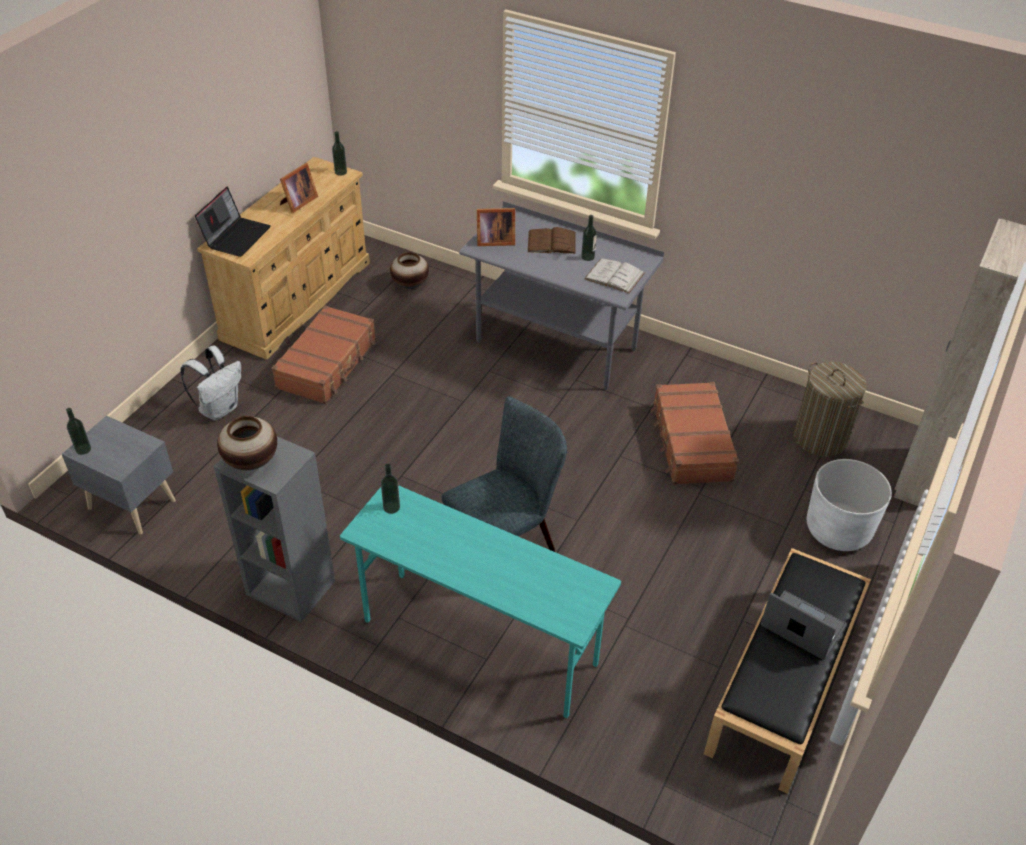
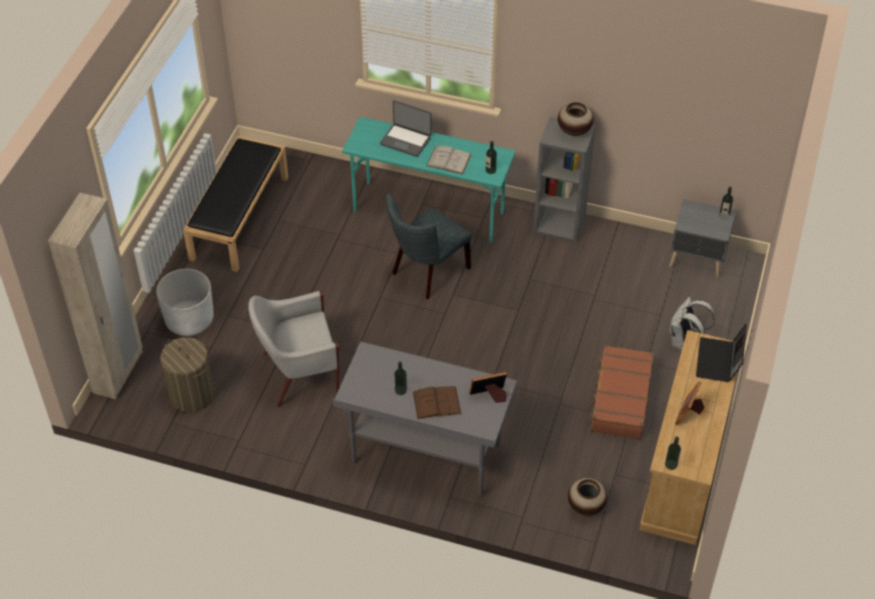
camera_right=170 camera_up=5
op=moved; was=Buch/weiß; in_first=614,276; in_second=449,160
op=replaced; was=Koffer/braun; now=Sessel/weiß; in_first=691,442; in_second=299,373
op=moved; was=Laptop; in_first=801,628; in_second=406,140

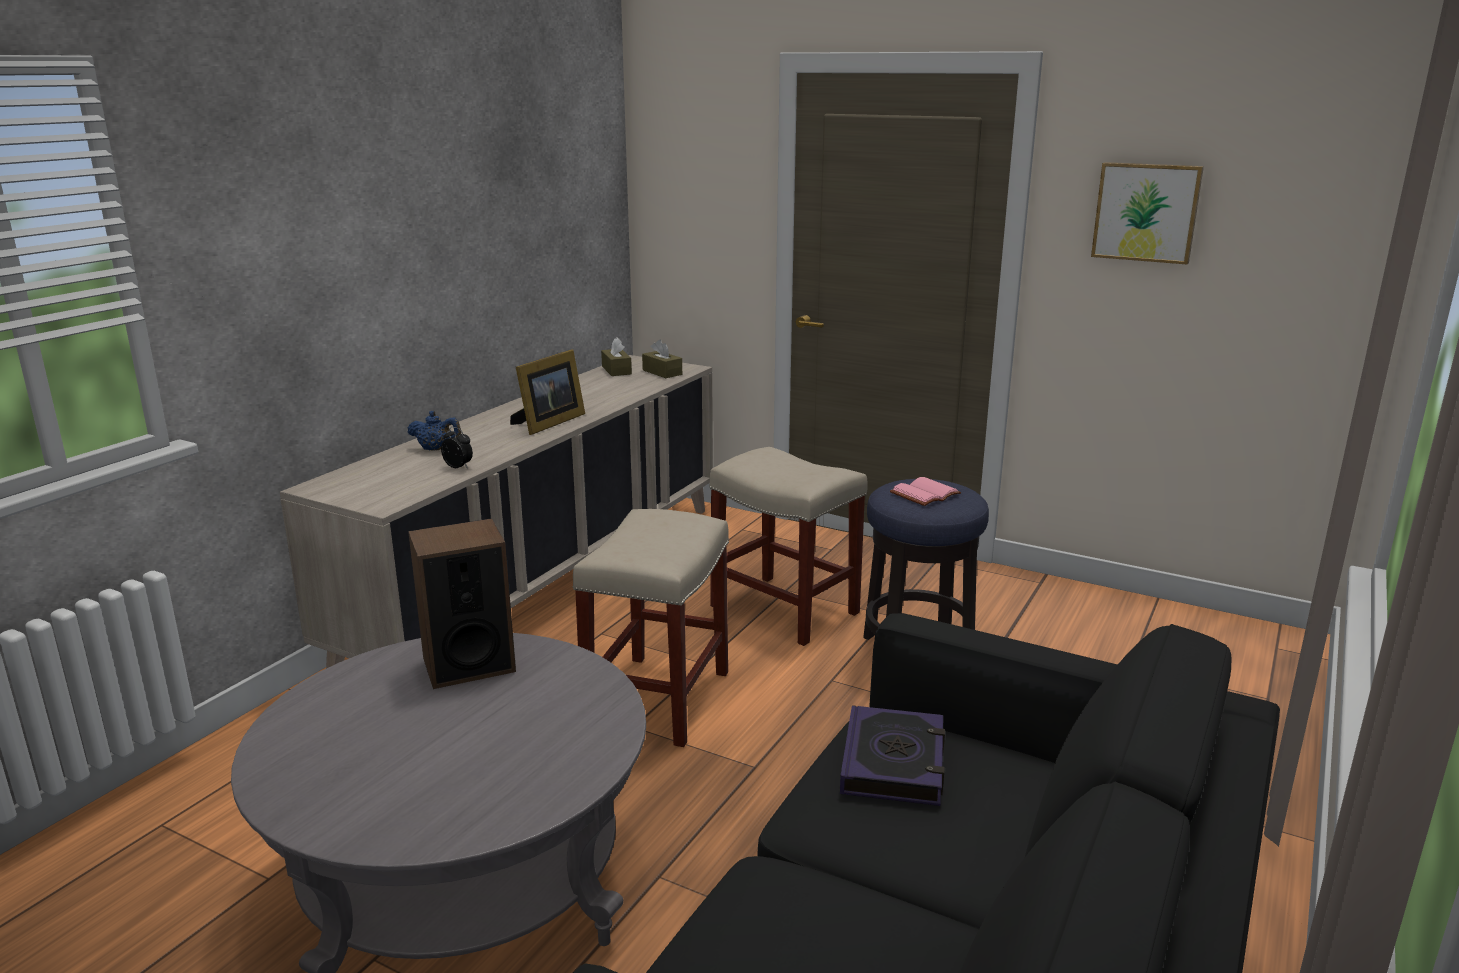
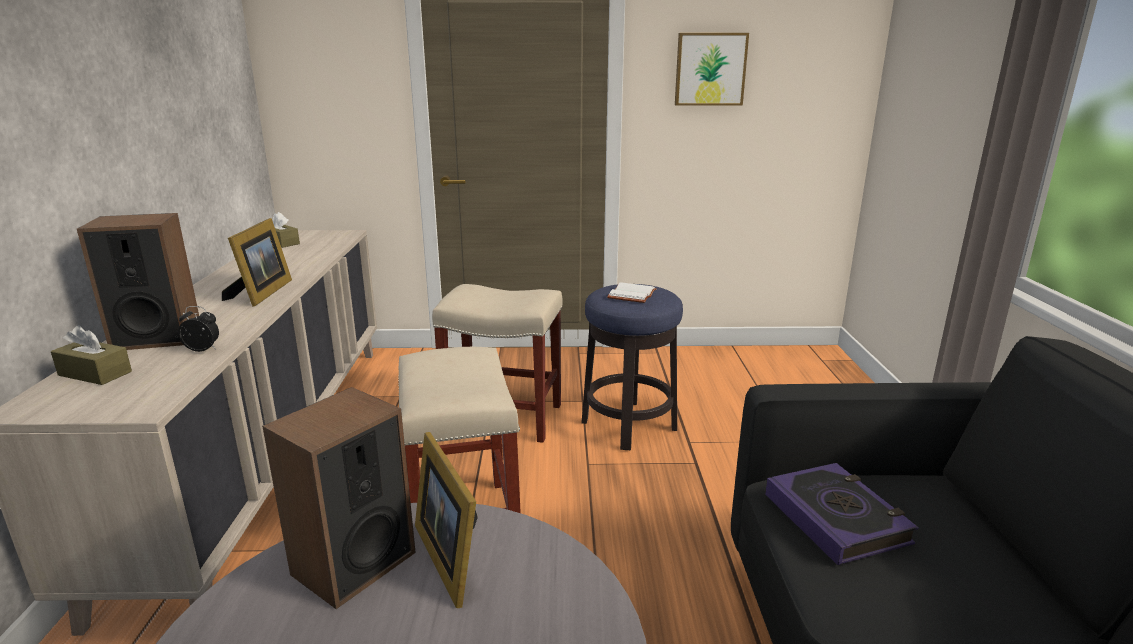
camera_right=-30 camera_up=0
op=moved; was=Taschentuchbox/braun; in_first=662,372; in_second=95,373
op=replaced; was=Teekanne/blau; now=Lautsprecher; in_first=436,449; in_second=157,337
op=recoloured; was=Buch/rosa; now=Buch/weiß; in_first=925,495; in_second=633,295
op=added; now=Bilderrahmen; in_second=452,555

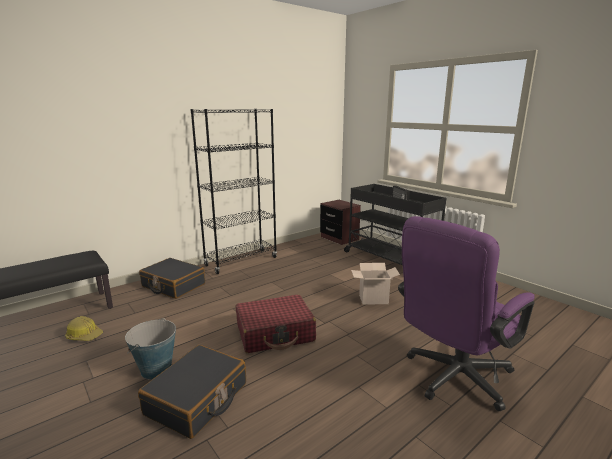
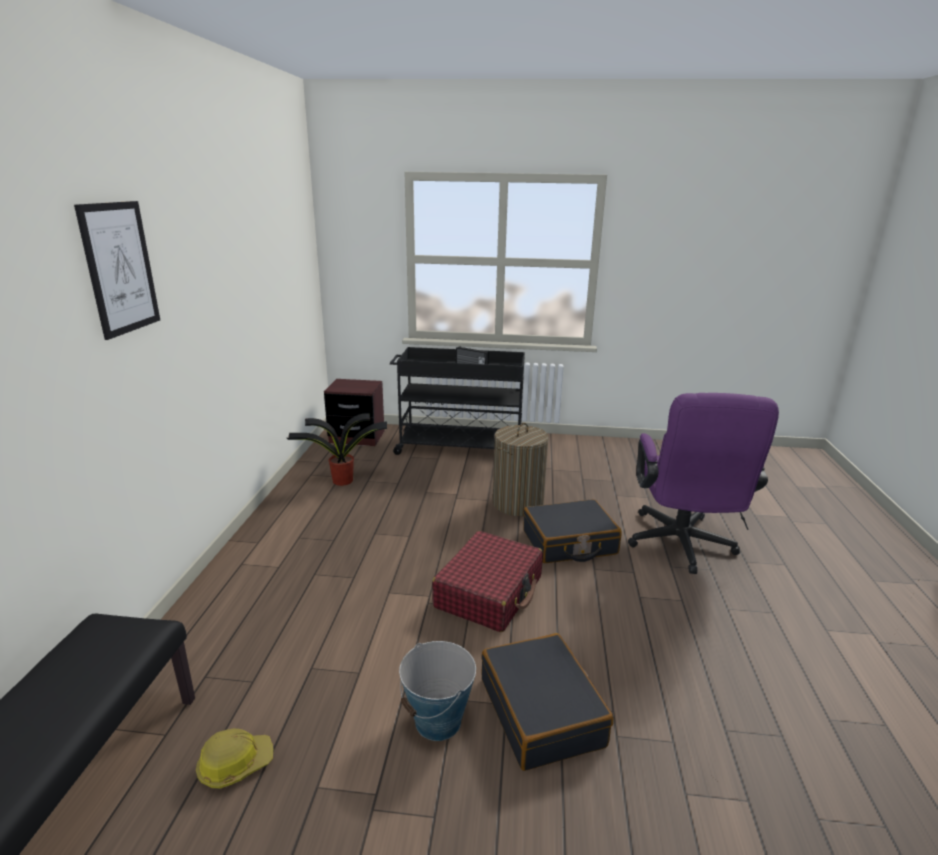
camera_right=-45 camera_up=5
op=removed; was=Bücherregal/schwarz; in_first=241,261
op=moved; was=Koffer/schwarz; in_first=173,285; in_second=569,543
op=replaced; was=Karton; now=Wäschekorb; in_first=372,300; in_second=517,503
op=added; now=Bild; in_second=120,268
op=added; now=Topfpflanze; in_second=341,481

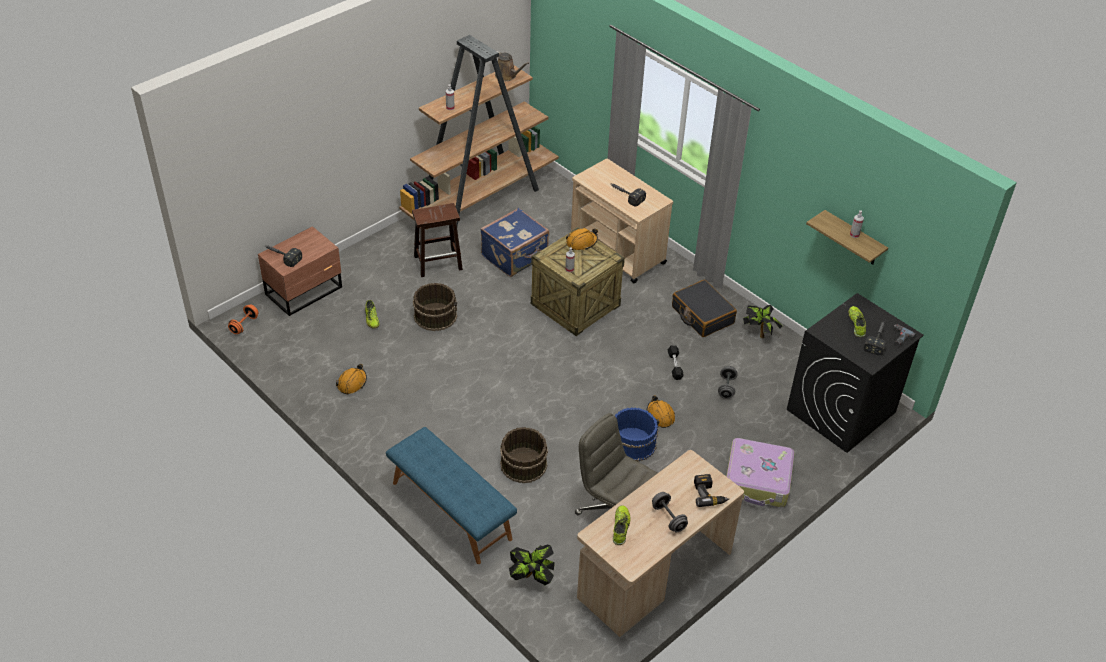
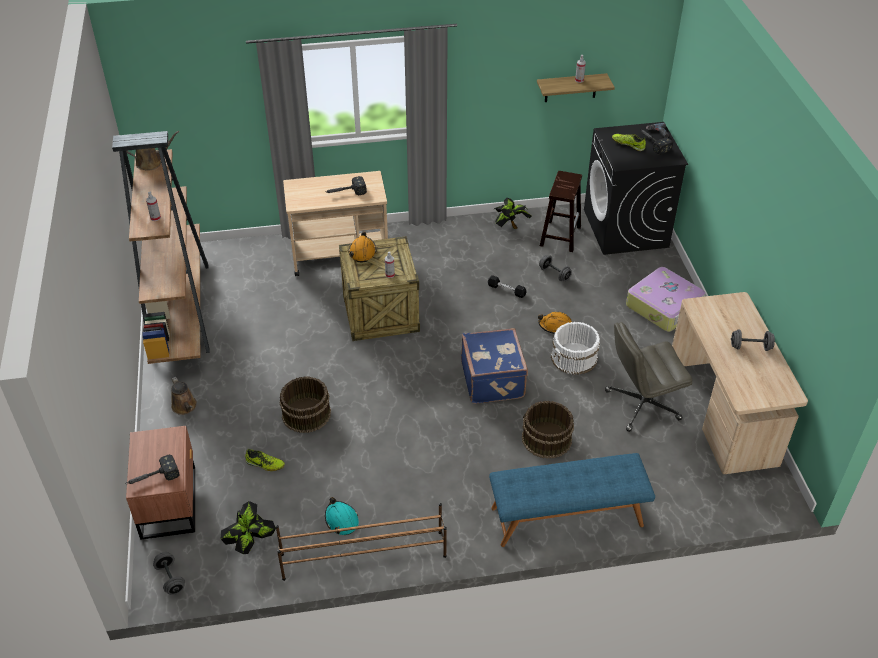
camera_right=-55 camera_up=0
op=moved; was=Hocker/braun; in_first=438,262; in_second=560,235
op=moved; was=Koffer/blau; in_first=515,257; in_second=493,380
op=removed; was=Koffer/schwarz; in_first=702,315
op=recoloured; was=Hantel/orange; now=Hantel/grau; in_first=244,325; in_second=170,579
op=recoloured; was=Schutzhelm/orange; now=Schutzhelm/türkis; in_first=352,383; in_second=341,520
op=recoloured; was=Eimer/blau; now=Eimer/weiß; in_first=632,444; in_second=574,358
op=removed; was=Bohrmaschine; in_first=709,494
op=removed; was=Schuh; in_first=621,527
op=moved; was=Topfpflanze; in_first=532,577; in_second=251,543
op=added; now=Gießkanne/braun; in_second=185,407
op=added; now=Schuhregal/braun; in_second=362,555

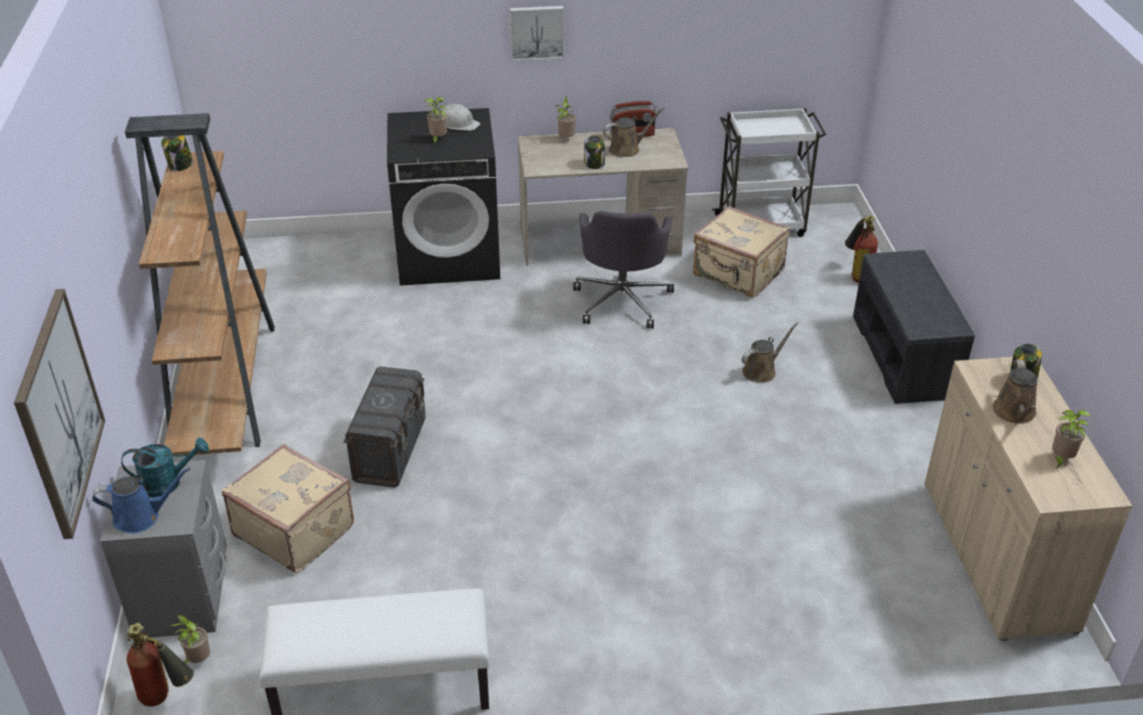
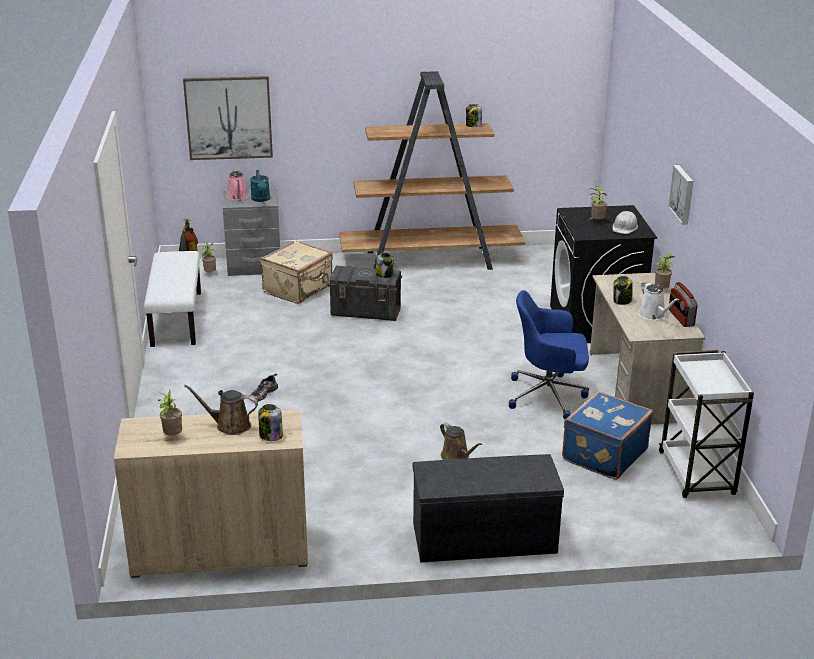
camera_right=90 camera_up=-10
op=recoloured; was=Gießkanne/braun; now=Gießkanne/weiß; in_first=627,149; in_second=653,315
op=recoloured; was=Koffer/beige; now=Koffer/blau; in_first=738,274; in_second=603,455
op=recoloured; was=Bürostuhl/grau; now=Bürostuhl/blau; in_first=622,300; in_second=549,395
op=removed; was=Feuerlöscher; in_first=857,274
op=recoloured; was=Gießkanne/blau; now=Gießkanne/rosa; in_first=141,516; in_second=238,196
op=added; now=Vorratsglas; in_second=384,275
op=added; now=Schuh; in_second=263,393

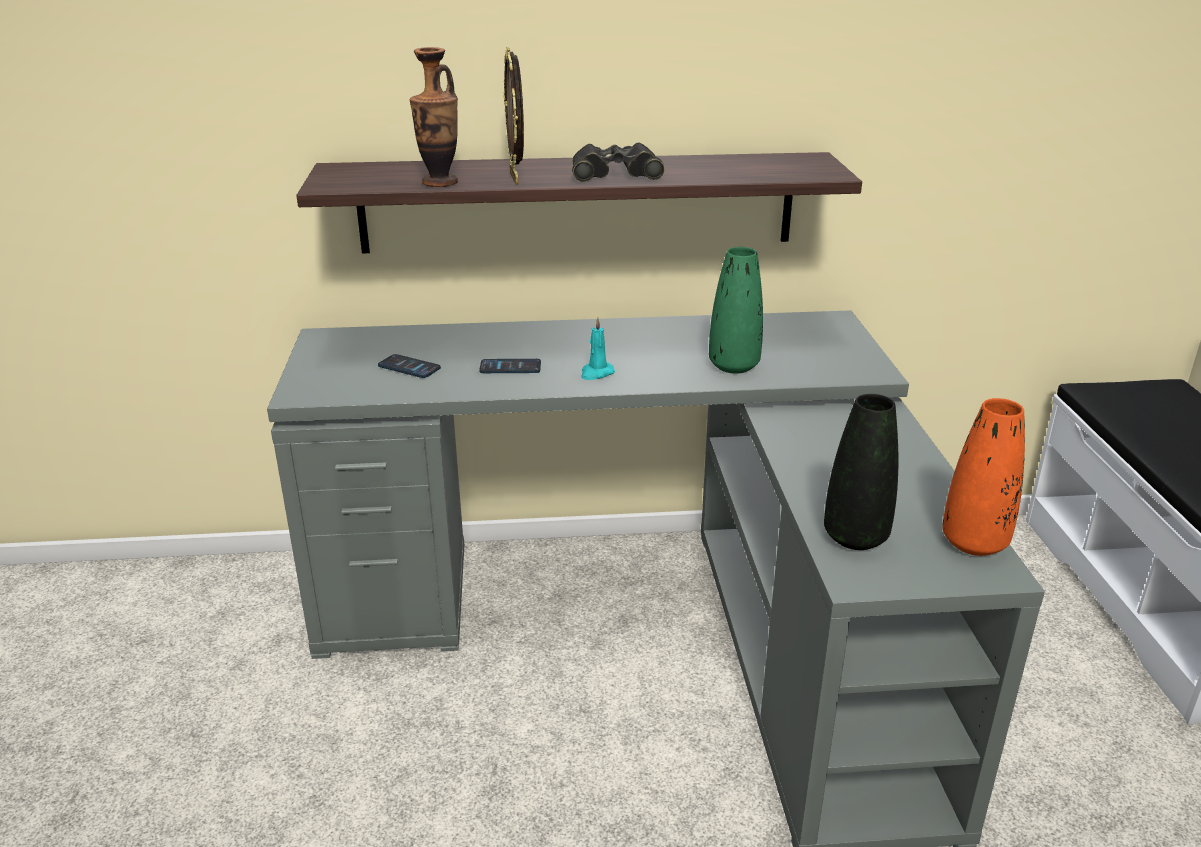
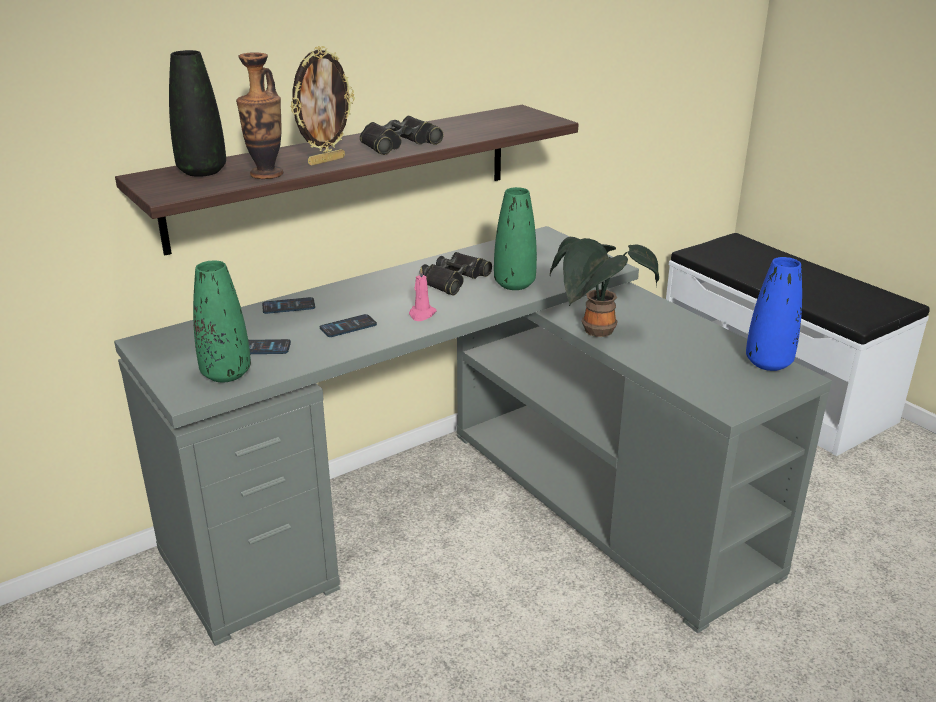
camera_right=-30 camera_up=0
op=turned; was=Bilderrahmen; in_first=516,178; in_second=326,161; clockwise=-90
op=recoloured; was=Kerze/türkis; now=Kerze/rosa; in_first=596,373; in_second=421,314
op=moved; was=Vase/schwarz; in_first=855,537; in_second=202,171
op=recoloured; was=Vase/orange; now=Vase/blau; in_first=974,543; in_second=768,363
op=added; now=Topfpflanze; in_second=597,333
op=added; now=Fernglas/schwarz; in_second=454,280
op=added; now=Vase/grün; in_second=226,374
op=added; now=Handy; in_second=288,306

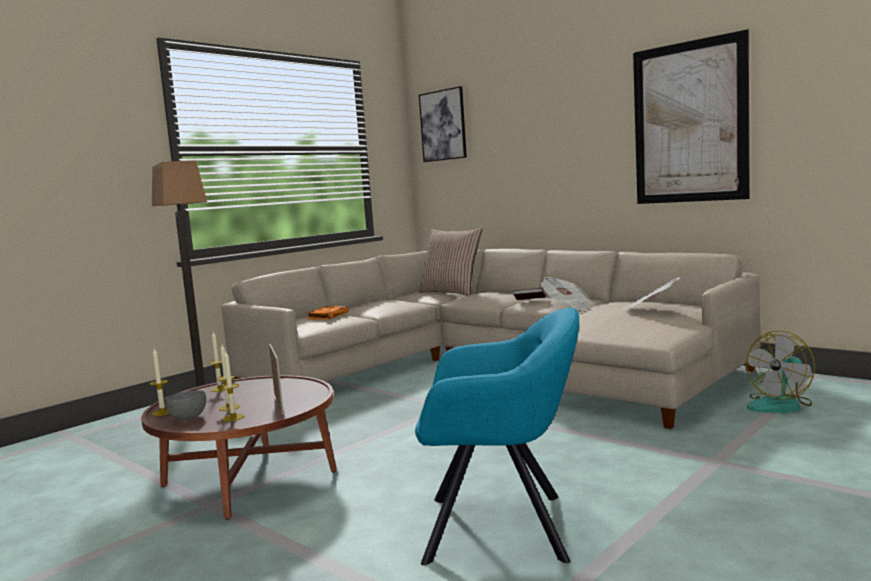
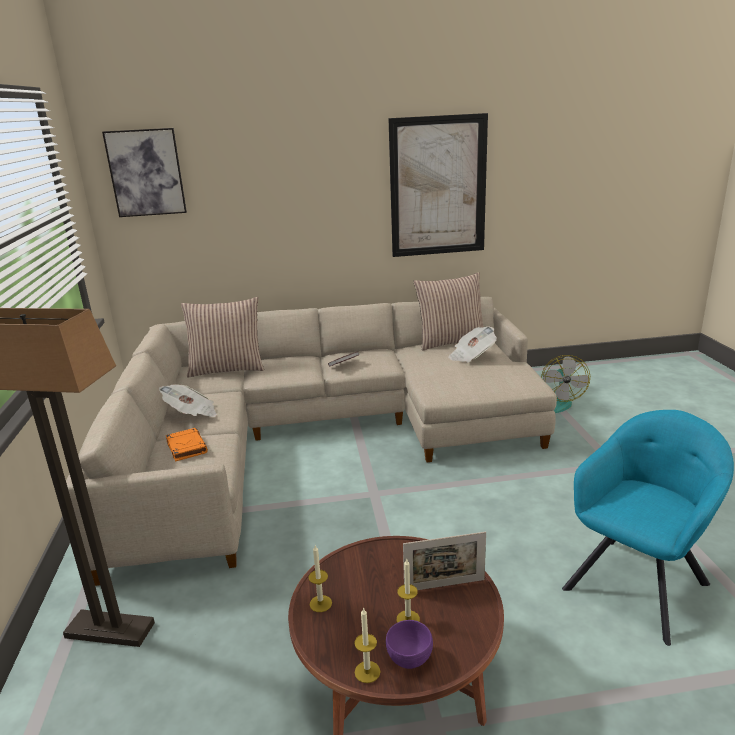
camera_right=-50 camera_up=15
op=moved; was=Zeitung; in_first=567,307; in_second=192,414
op=turned; was=Bilderrahmen; in_first=278,403; in_second=444,585; clockwise=150
op=removed; was=Kerze; in_first=233,417
op=recoloured; was=Schüssel/grau; now=Schüssel/lila; in_first=188,418; in_second=410,658
op=added; now=Kissen; in_second=450,341

